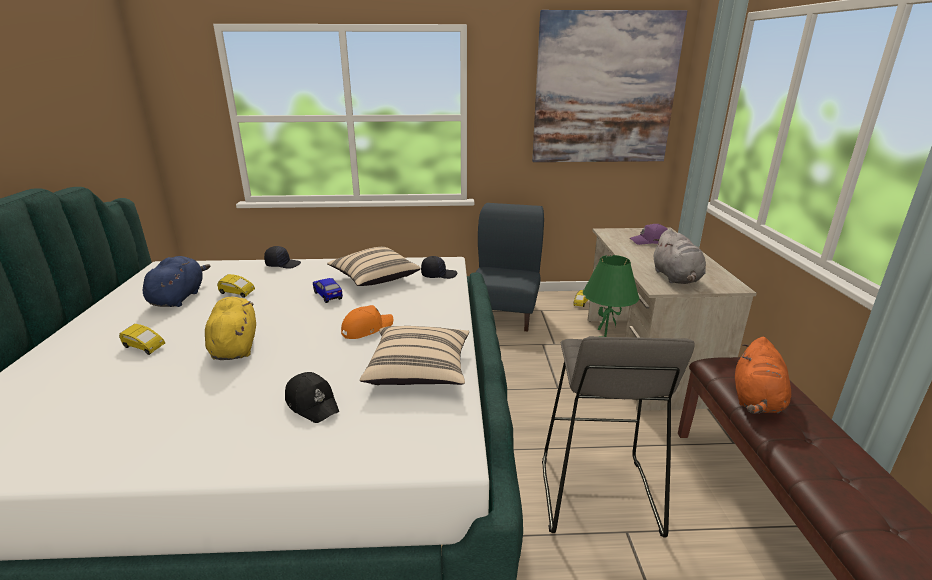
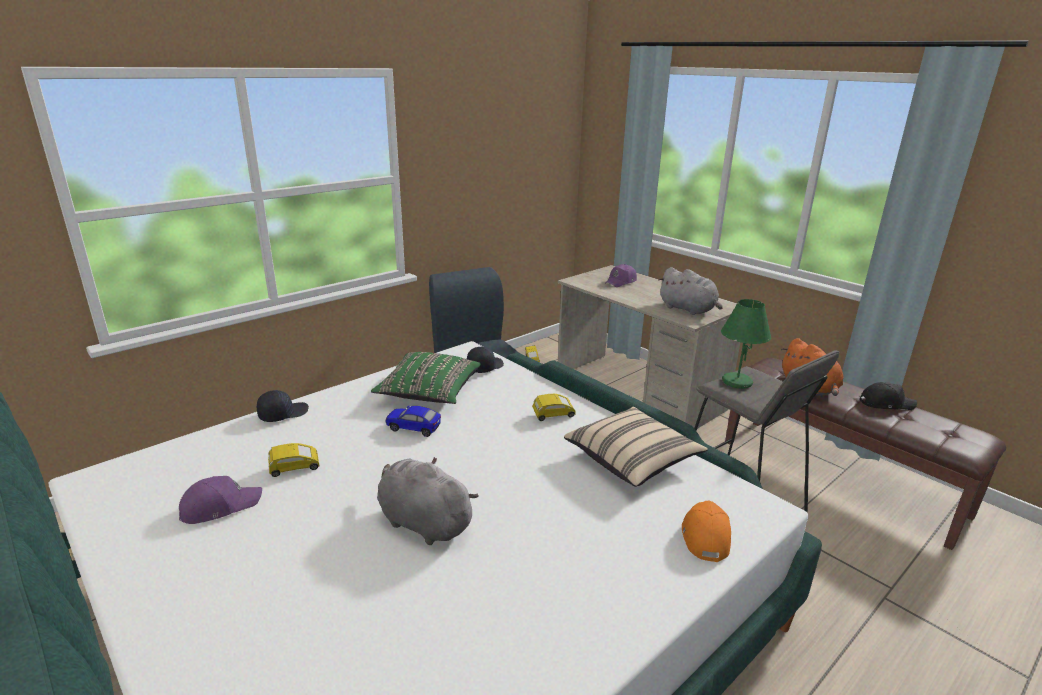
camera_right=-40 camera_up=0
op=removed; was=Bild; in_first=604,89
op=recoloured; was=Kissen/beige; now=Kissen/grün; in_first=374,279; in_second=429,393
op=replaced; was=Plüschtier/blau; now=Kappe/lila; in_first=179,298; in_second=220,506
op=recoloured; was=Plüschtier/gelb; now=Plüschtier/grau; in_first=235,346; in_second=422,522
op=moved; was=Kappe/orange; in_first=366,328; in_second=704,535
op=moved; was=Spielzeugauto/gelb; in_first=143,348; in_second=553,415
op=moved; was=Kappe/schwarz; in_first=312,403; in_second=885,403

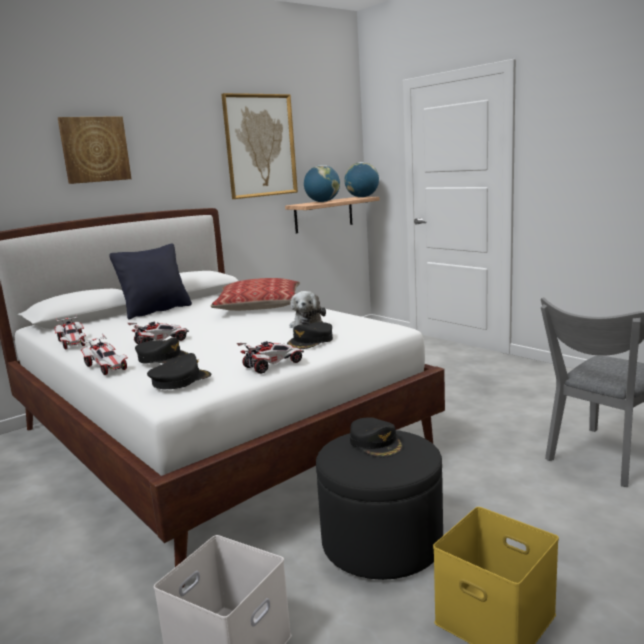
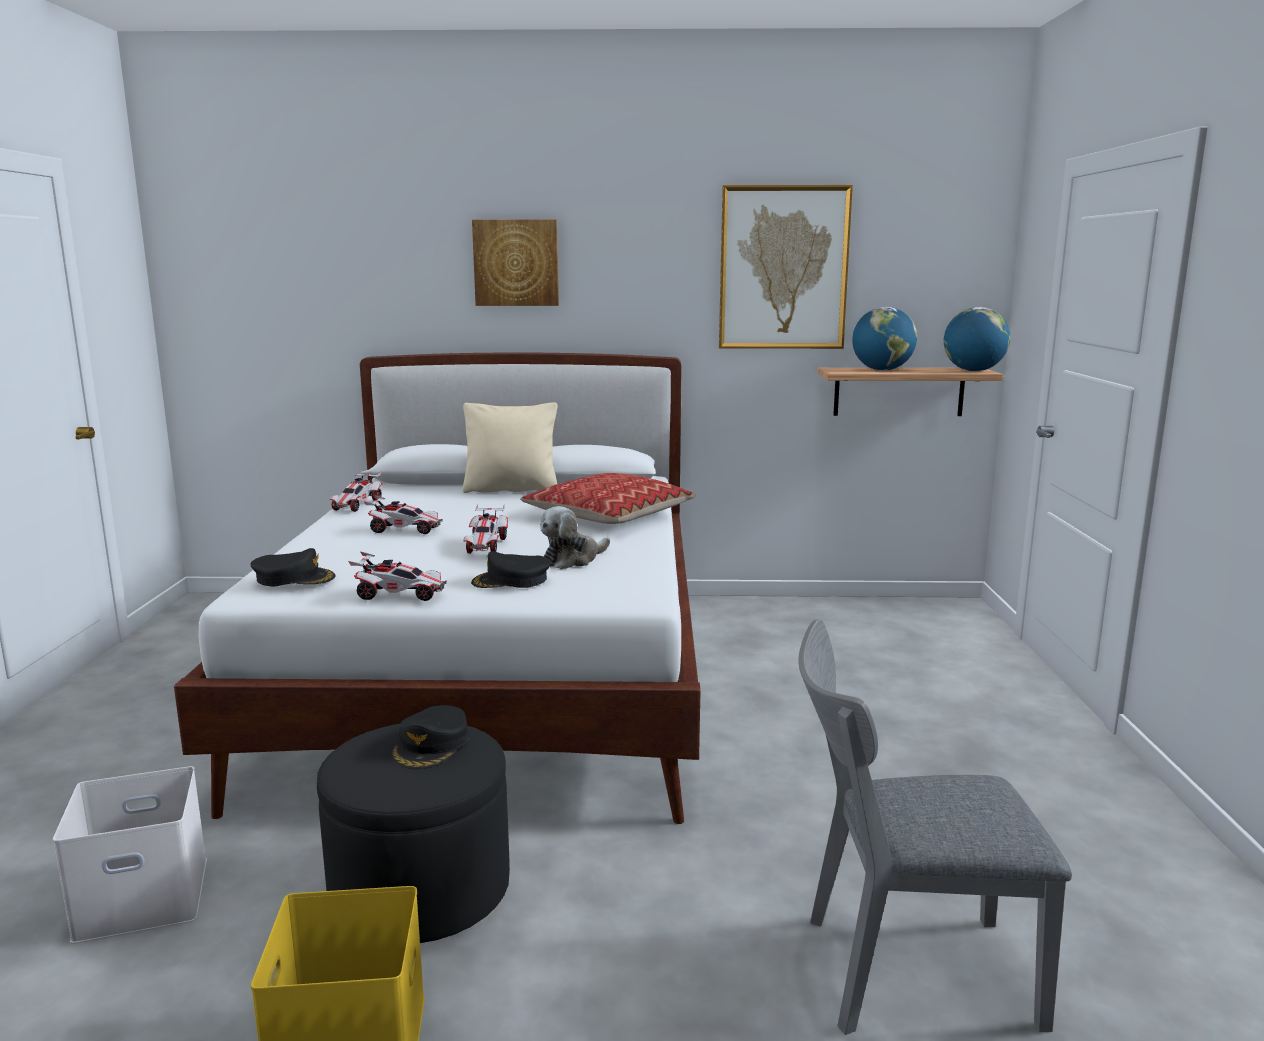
camera_right=40 camera_up=0
op=recoloured; was=Kissen/schwarz; now=Kissen/beige; in_first=156,311; in_second=511,490
op=moved; was=Spielzeugauto; in_first=107,367; in_second=486,546
op=removed; was=Kappe/schwarz; in_first=163,358

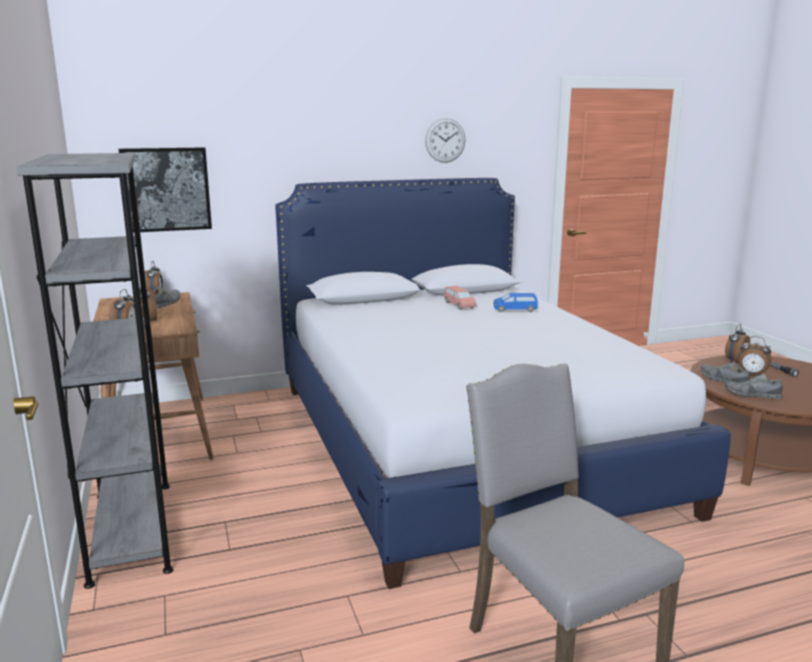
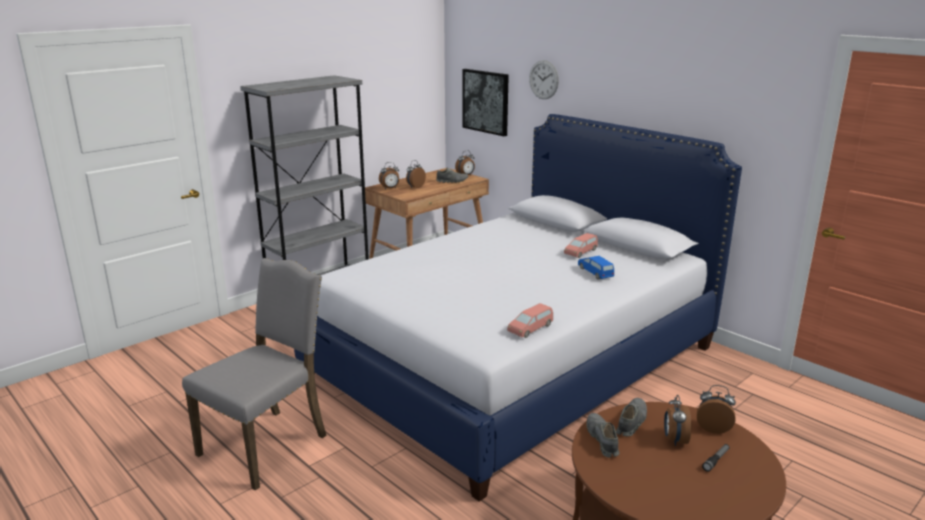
camera_right=65 camera_up=5
op=moved; was=Wanduhr; in_first=445,140; in_second=543,79
op=added; now=Spielzeugauto/rosa; in_second=530,329

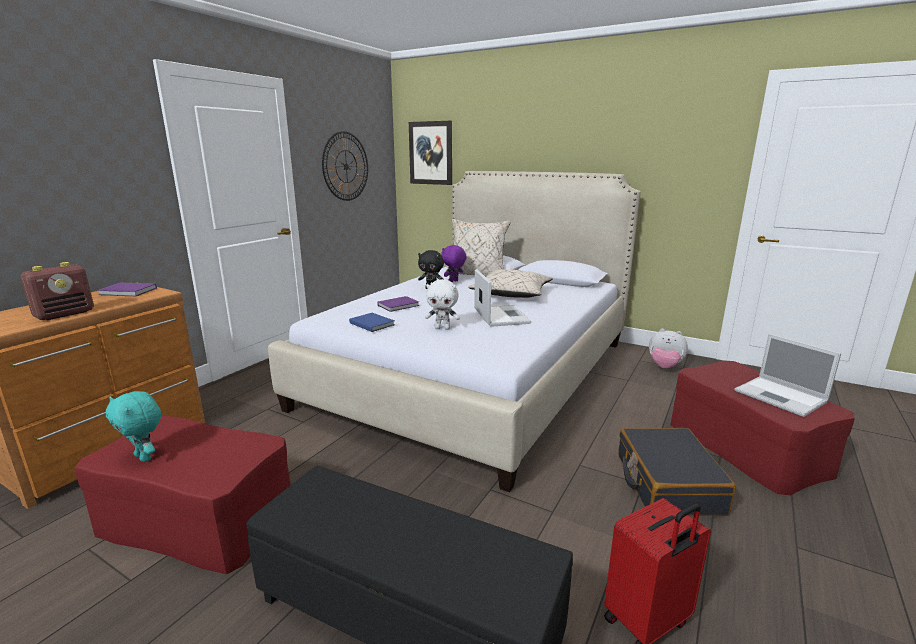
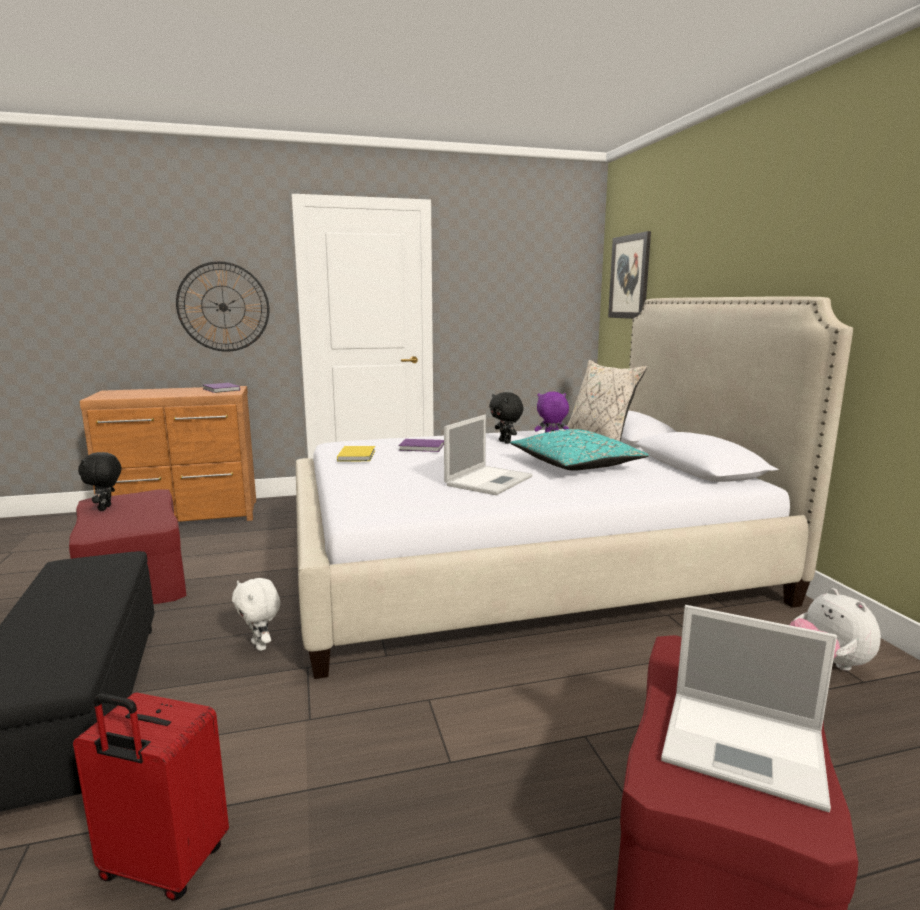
camera_right=45 camera_up=-5
op=moved; was=Wanduhr; in_first=346,166; in_second=223,307
op=removed; was=Radio; in_first=65,314
op=recoloured; was=Kissen/beige; now=Kissen/türkis; in_first=511,294; in_second=575,465
op=moved; was=Plüschtier/weiß; in_first=443,328; in_second=260,645
op=recoloured; was=Buch/blau; now=Buch/gelb; in_first=372,323; in_second=357,455
op=turned; was=Laptop; in_first=781,397; in_second=746,747; clockwise=-75
op=recoloured; was=Plüschtier/türkis; now=Plüschtier/schwarz; in_first=145,457; in_second=106,508
op=removed; was=Koffer/schwarz; in_first=667,483

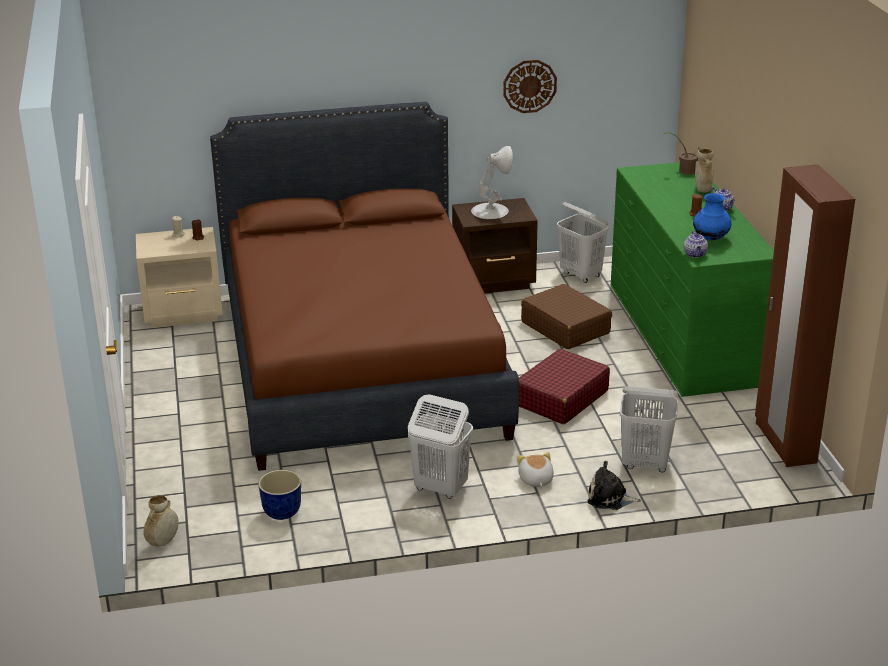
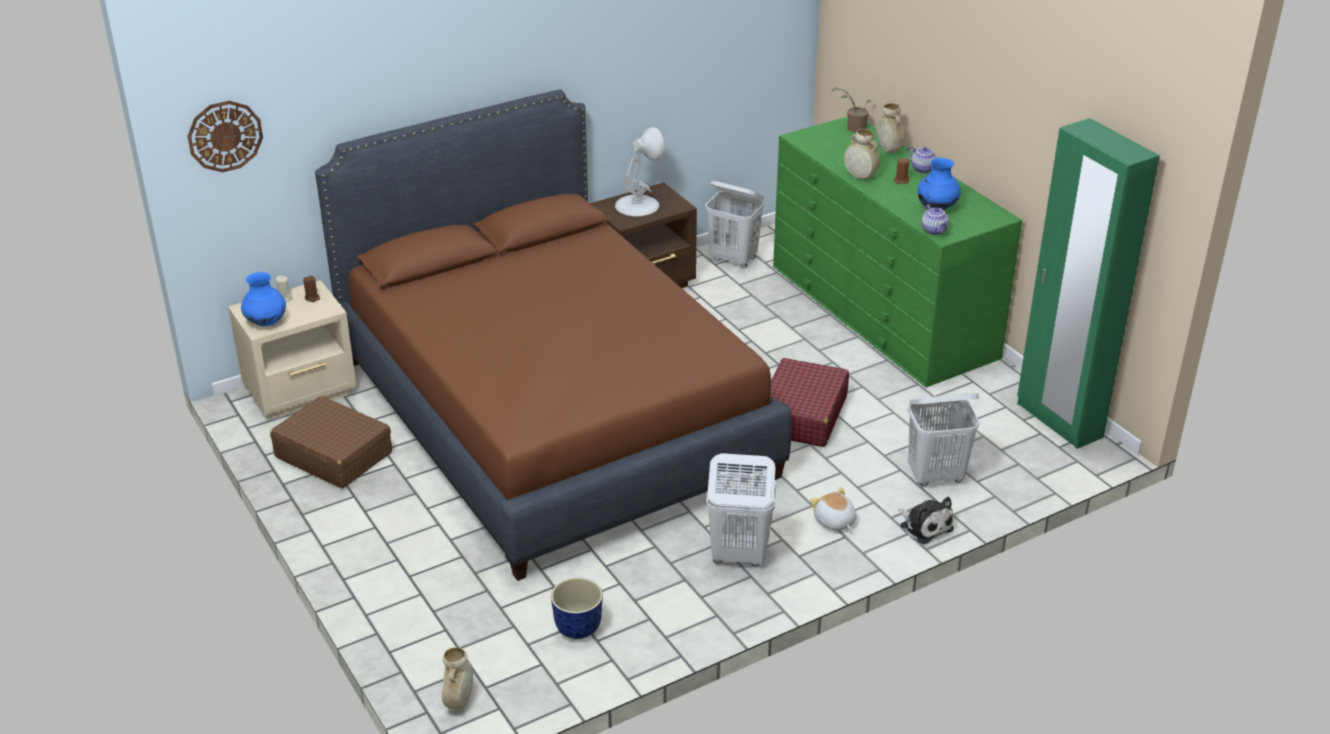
camera_right=-20 camera_up=5
op=moved; was=Wanduhr; in_first=529,86; in_second=225,136
op=recoloured; was=Kleiderschrank/braun; now=Kleiderschrank/grün; in_first=784,443; in_second=1058,421
op=moved; was=Koffer/braun; in_first=565,327; in_second=333,454
op=turned; was=Plüschtier; in_first=610,498; in_second=924,526; clockwise=-120
op=added; now=Vase/beige; in_second=860,176
op=added; now=Vase/blau; in_second=266,323

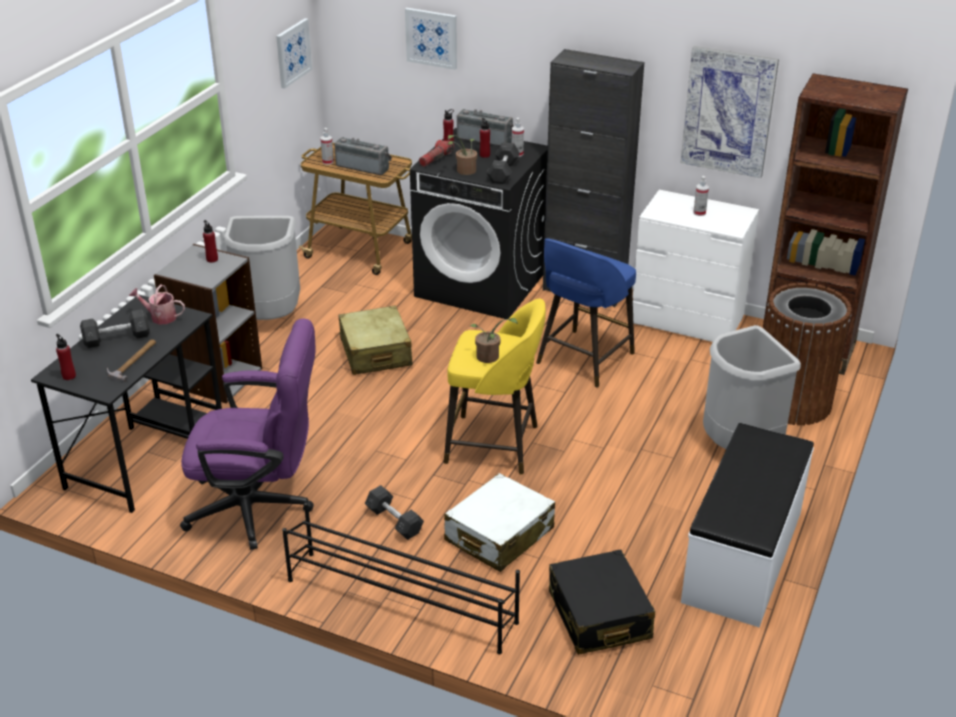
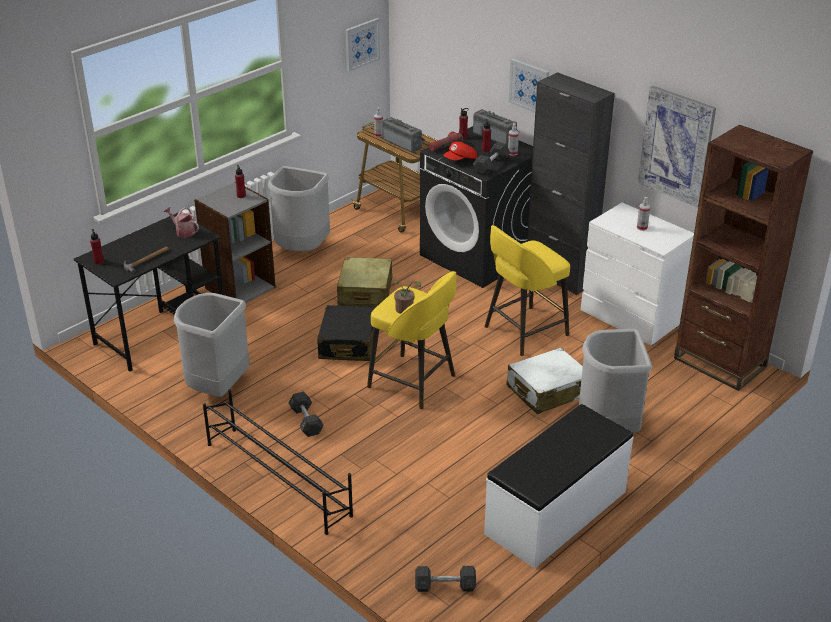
camera_right=20 camera_up=0
op=moved; was=Bild; in_first=432,38; in_second=529,86
op=replaced; was=Topfpflanze; now=Kappe/rot; in_first=464,171; in_second=460,160
op=recoloured; was=Hocker/blau; now=Hocker/gelb; in_first=583,360; in_second=524,332
op=removed; was=Mülleimer/braun; in_first=792,402
op=moved; was=Hantel/grau; in_first=117,338; in_second=445,586
op=replaced; was=Bürostuhl/lila; now=Mülleimer/grau; in_first=260,508; in_second=217,389
op=moved; was=Koffer/weiß; in_first=499,535; in_second=547,391
op=moved; was=Koffer/schwarz; in_first=599,615; in_second=348,343

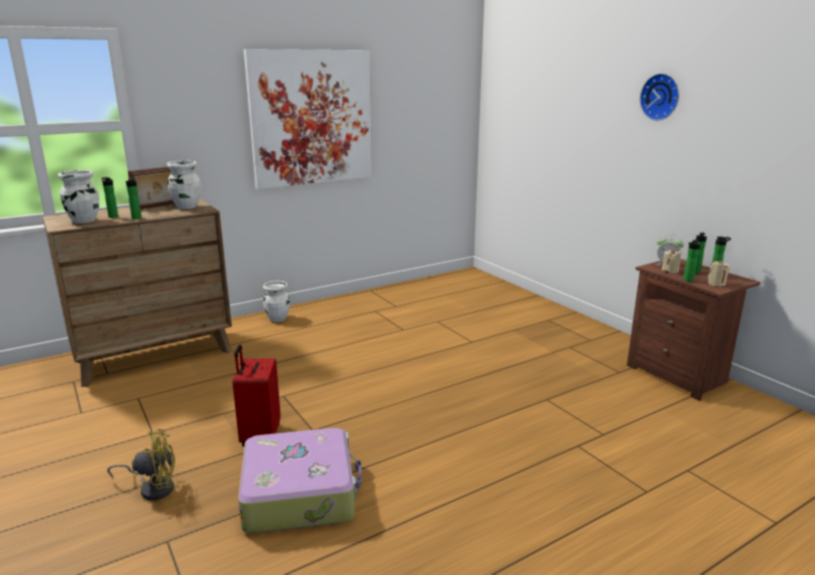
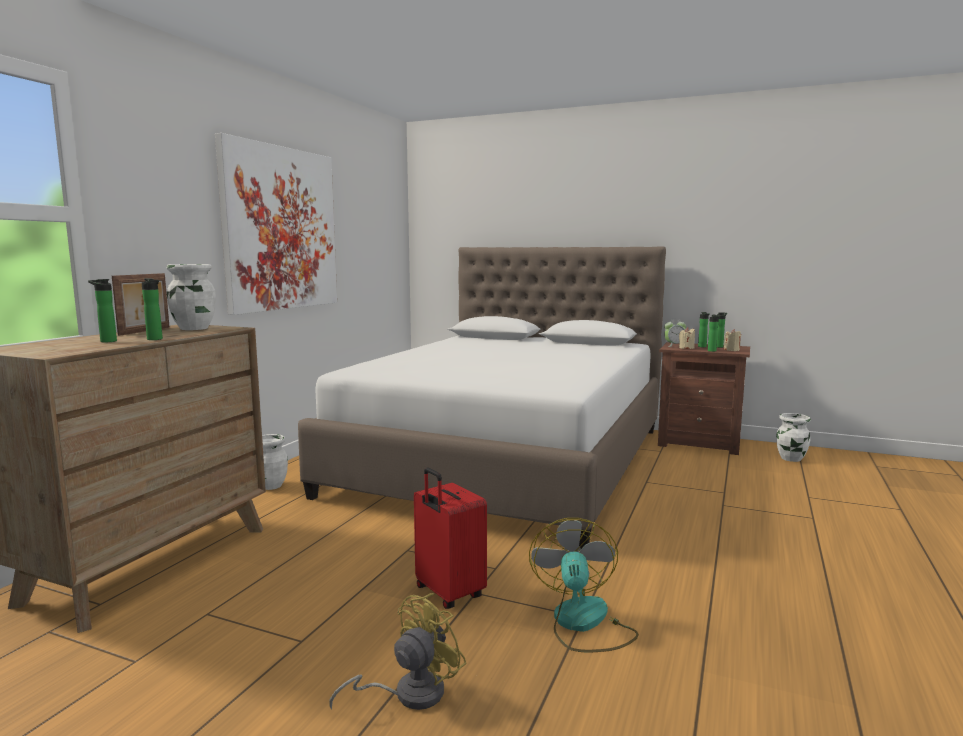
camera_right=-35 camera_up=-10
op=removed; was=Wanduhr; in_first=661,97
op=moved; was=Vase/weiß; in_first=83,221; in_second=791,459
op=replaced; was=Koffer; now=Ventilator; in_first=300,493; in_second=583,624
op=added; now=Bett/weiß; in_second=507,460

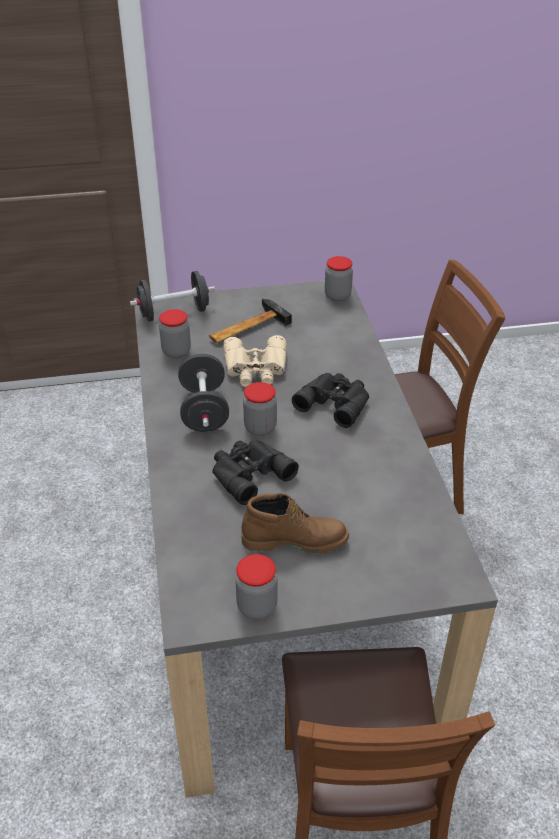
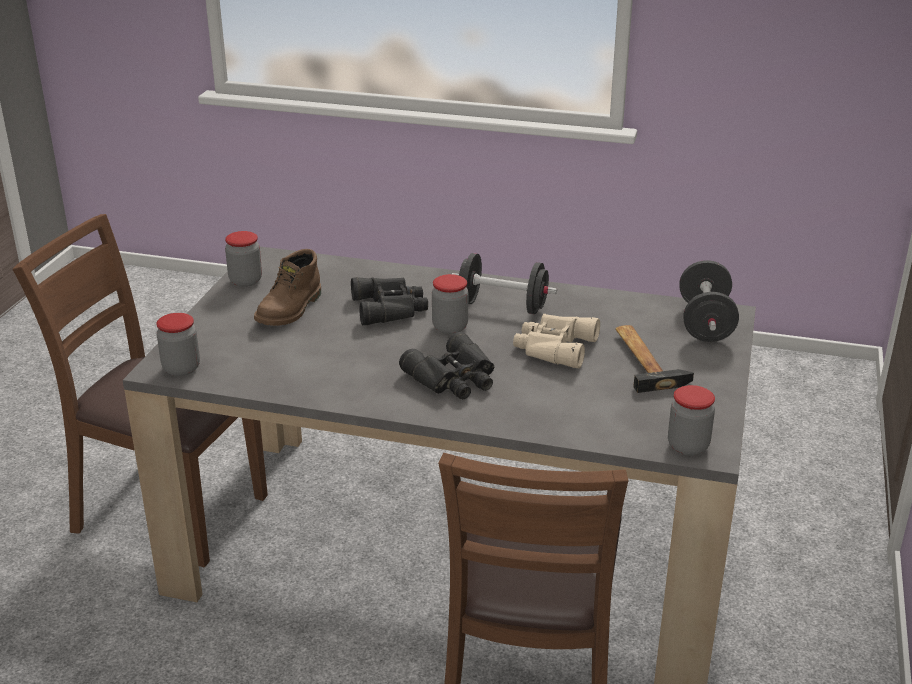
camera_right=115 camera_up=-10
op=moved; was=Vorratsglas; in_first=176,351; in_second=181,368

